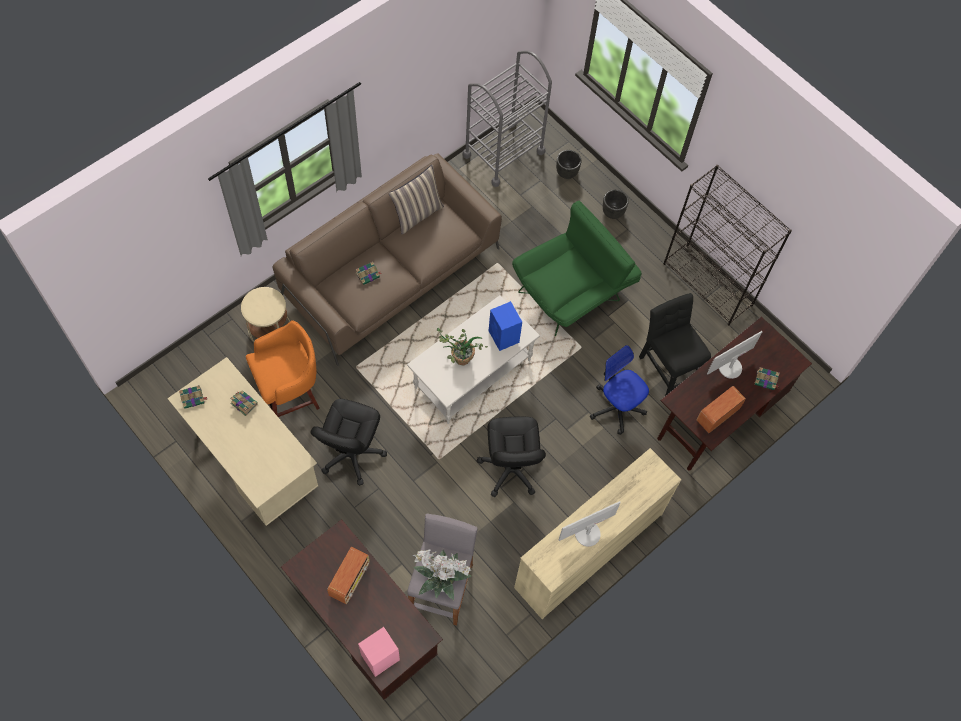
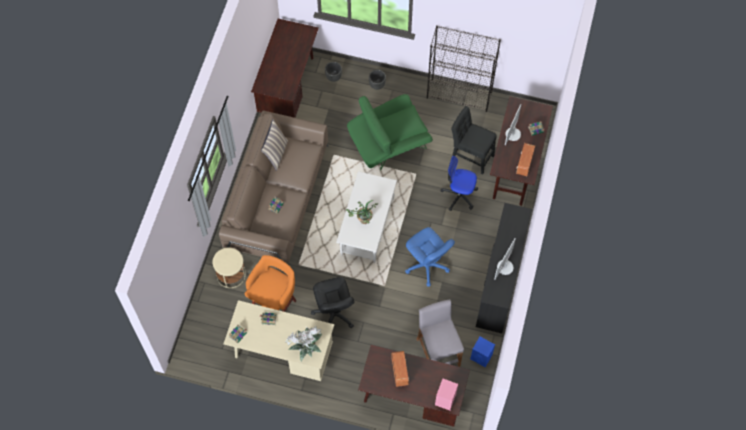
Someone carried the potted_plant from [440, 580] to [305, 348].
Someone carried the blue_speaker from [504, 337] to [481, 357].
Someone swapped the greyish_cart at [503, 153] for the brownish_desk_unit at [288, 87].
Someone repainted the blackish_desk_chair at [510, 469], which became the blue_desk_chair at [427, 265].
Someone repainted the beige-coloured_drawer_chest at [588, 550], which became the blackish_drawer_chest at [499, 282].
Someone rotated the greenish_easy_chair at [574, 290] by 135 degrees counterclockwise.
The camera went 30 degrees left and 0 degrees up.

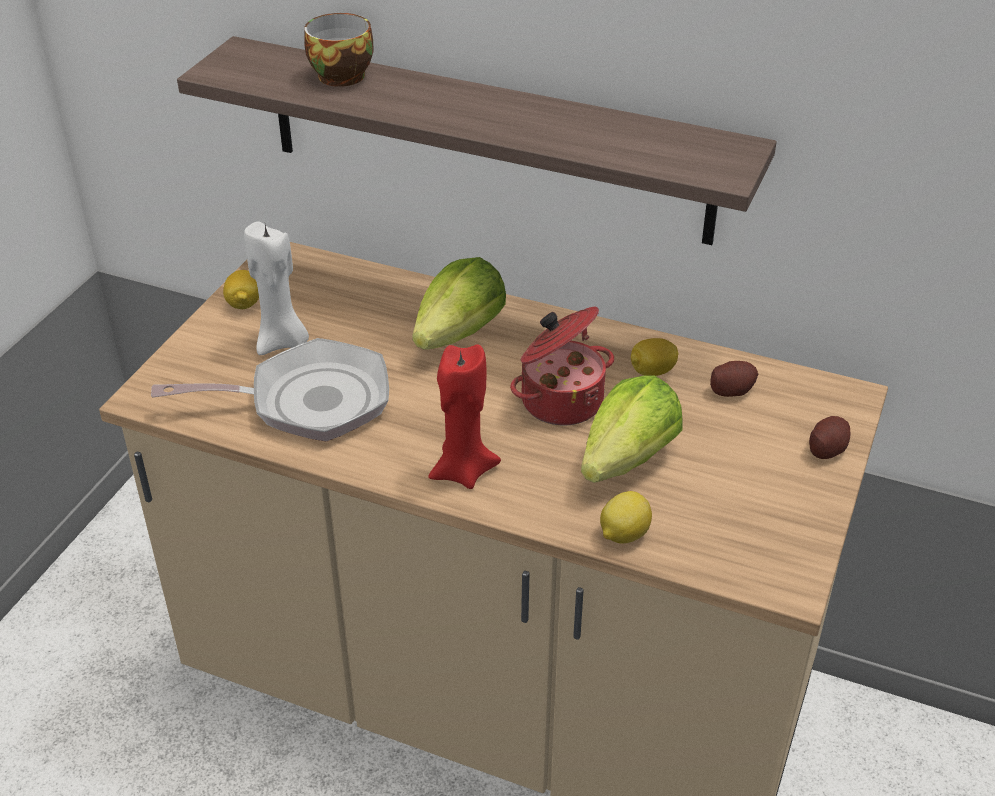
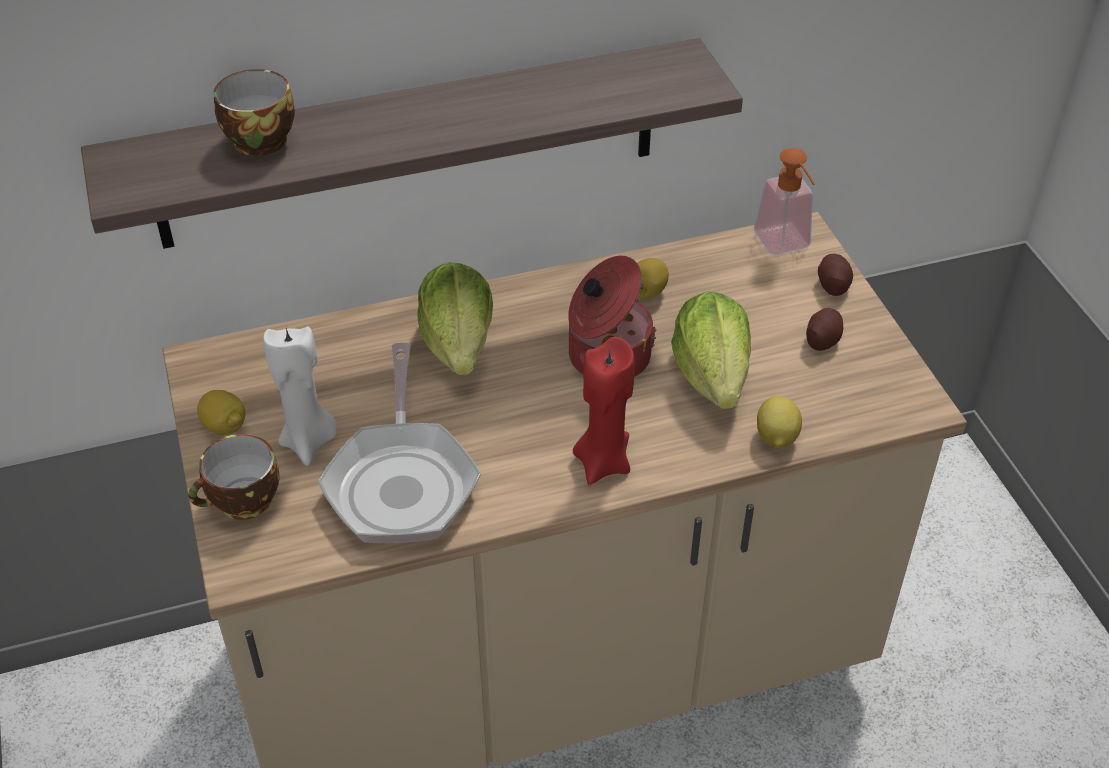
Someone put down the cup at [243, 503].
Someone put down the liquid_soap_bottle at [785, 246].
Someone carried the spud from [732, 390] to [822, 340].
Someone rotated the frying_pan at [308, 401] by 135 degrees clockwise.
The camera went 40 degrees left and 5 degrees up.

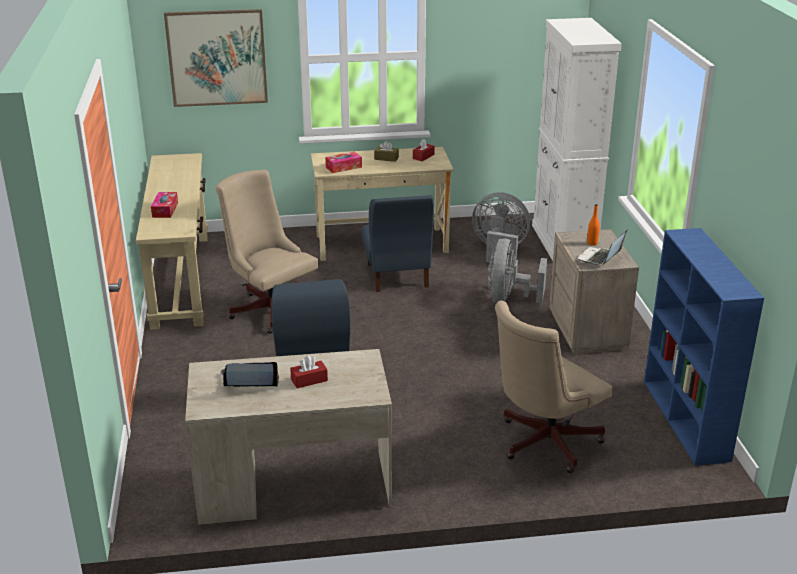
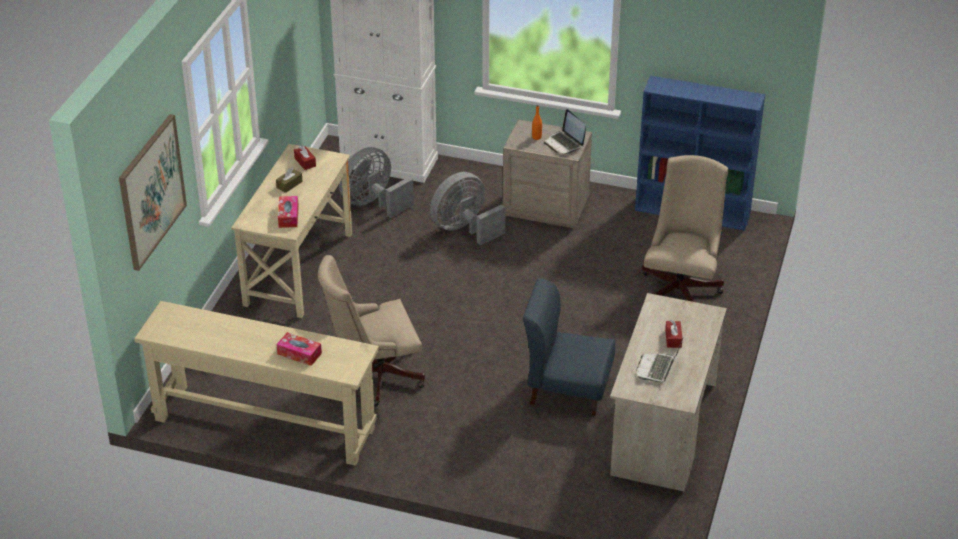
Someone took away the blue_chair at [397, 275].
Someone rotated the greyish_cooling_fan at [509, 299] by 105 degrees clockwise.
Someone rotated the beige-coloured_desk_chair at [543, 443] by 150 degrees counterclockwise.
The camera went 65 degrees left and 10 degrees up.

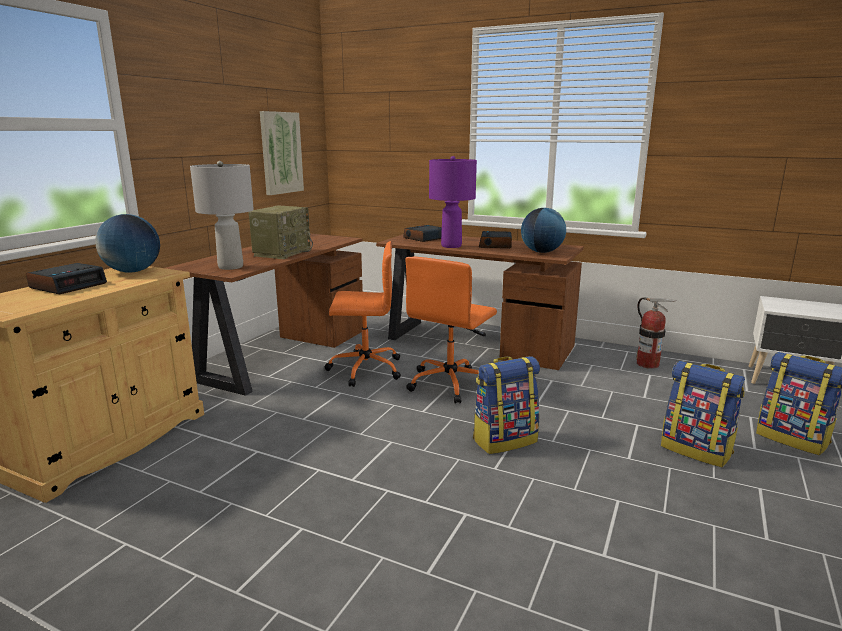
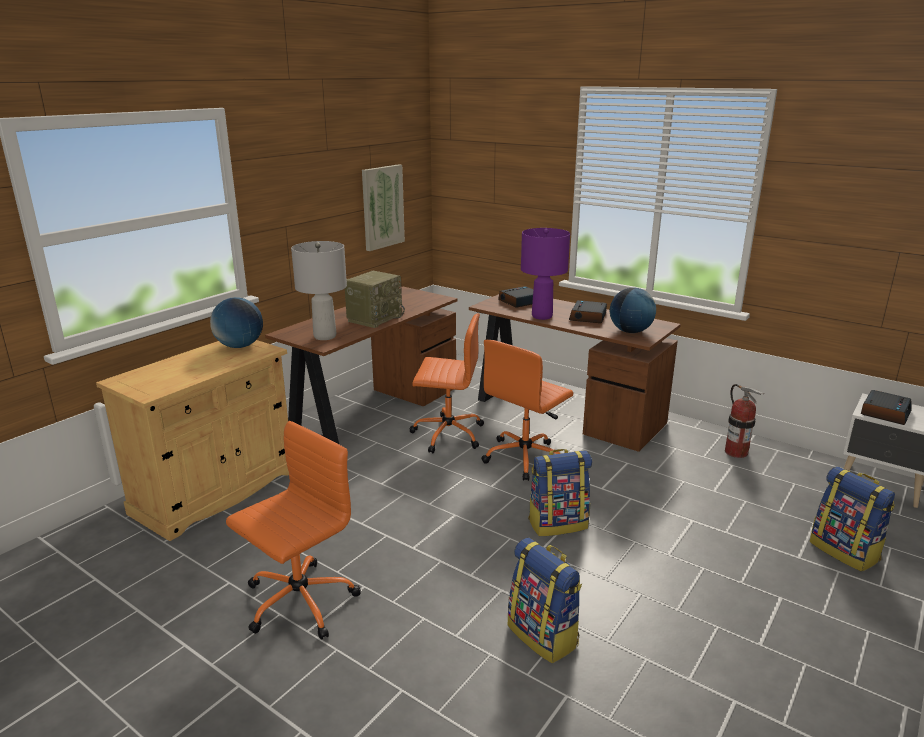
Someone put down the orange-coloured_desk_chair at [298, 602].
Someone carried the bedside_clock from [69, 285] to [884, 412].
Someone carried the backpack from [696, 450] to [544, 635].
The camera went 10 degrees right and 5 degrees up.

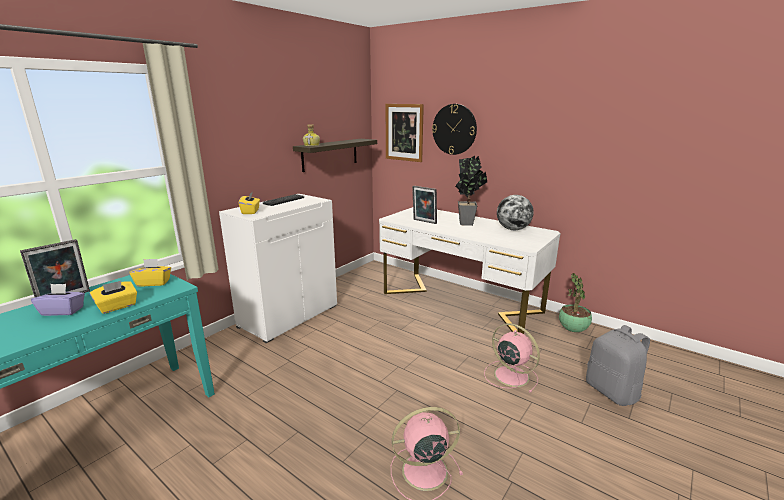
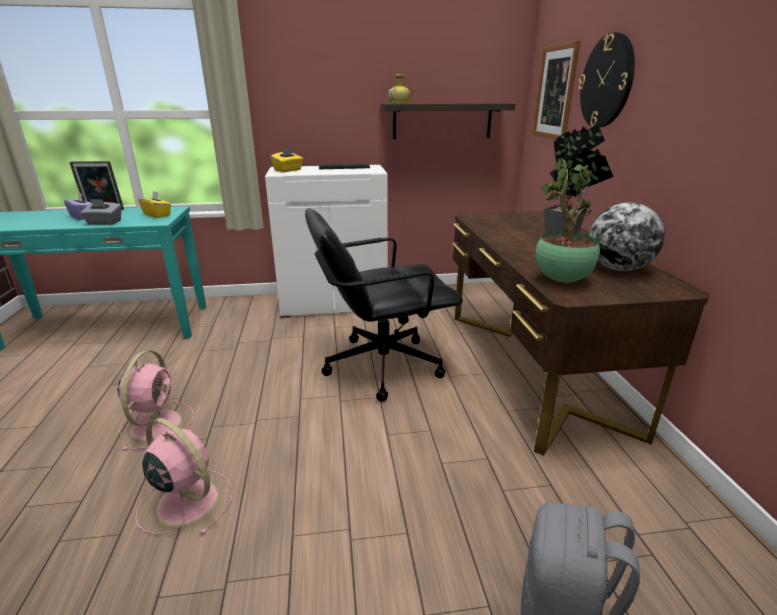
Someone took away the photo_frame at [424, 222].
Someone put down the blackish_desk_chair at [381, 365].
Someone carried the pink_cooling_fan from [510, 375] to [157, 423].
Someone carried the potted_plant from [573, 330] to [561, 280].
Someone repainted the yellow-coloured_tissue_holder at [117, 306], which became the greyish_tissue_holder at [104, 223].
Someone repainted the white_desk_unit at [460, 302], which became the brownish_desk_unit at [532, 367].
The camera went 45 degrees right and 5 degrees up.

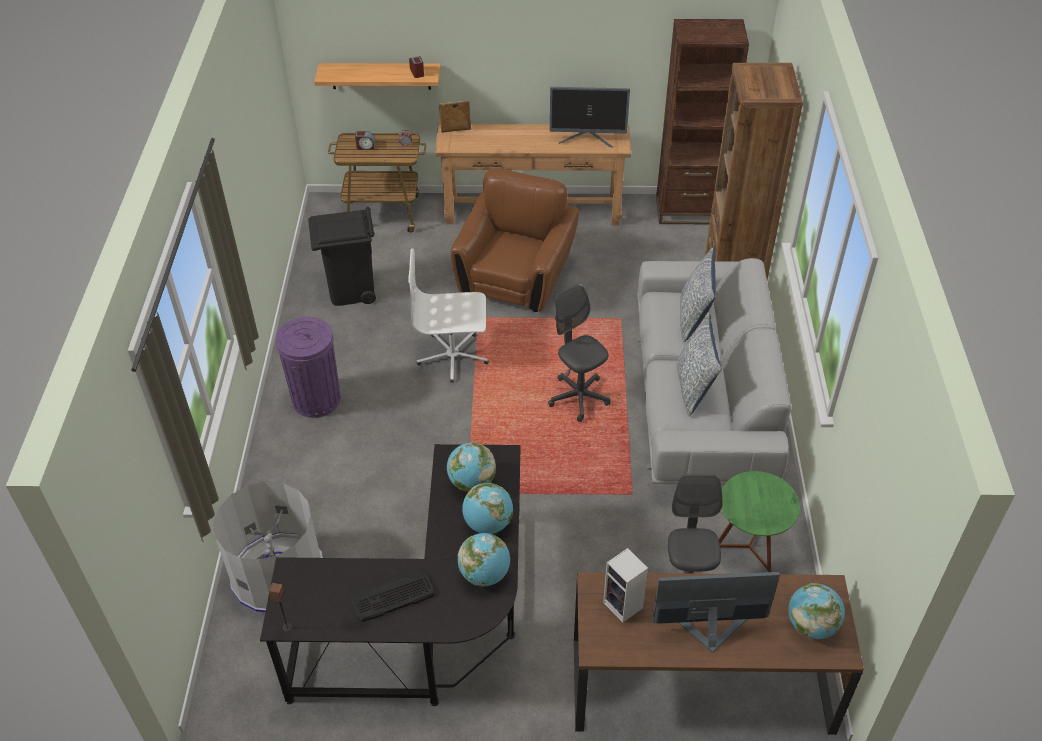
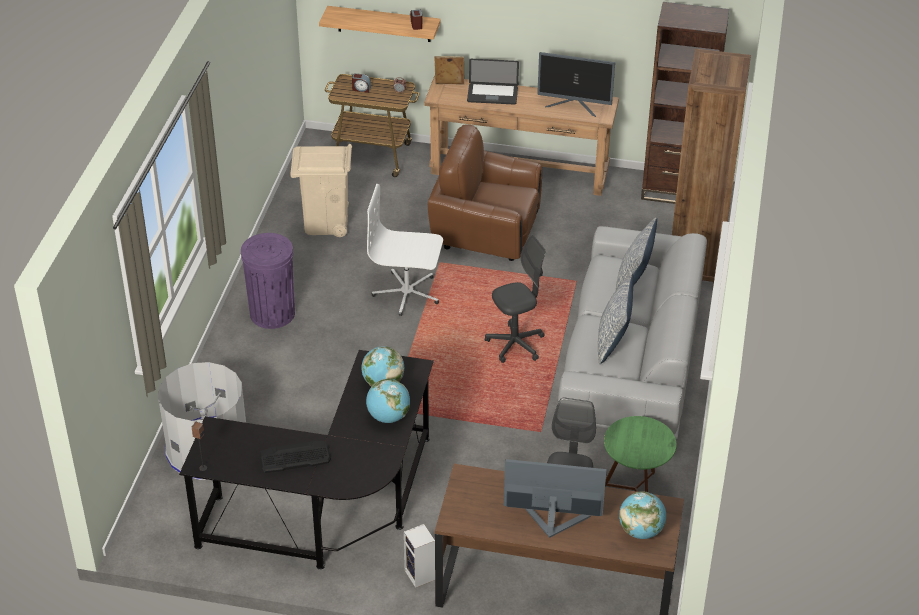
Someone took away the world_globe at [485, 574].
Someone put down the laptop at [492, 95].
Someone carried the speaker from [624, 606] to [421, 575].
Someone repainted the blackish_rubbish_bin at [351, 290], which became the beige-coloured_rubbish_bin at [325, 223].
Someone rotated the brownish_easy_chair at [516, 278] by 105 degrees counterclockwise.
Someone rotated the greyish_desk_chair at [578, 397] by 90 degrees clockwise.
The camera went 10 degrees right and 5 degrees down.

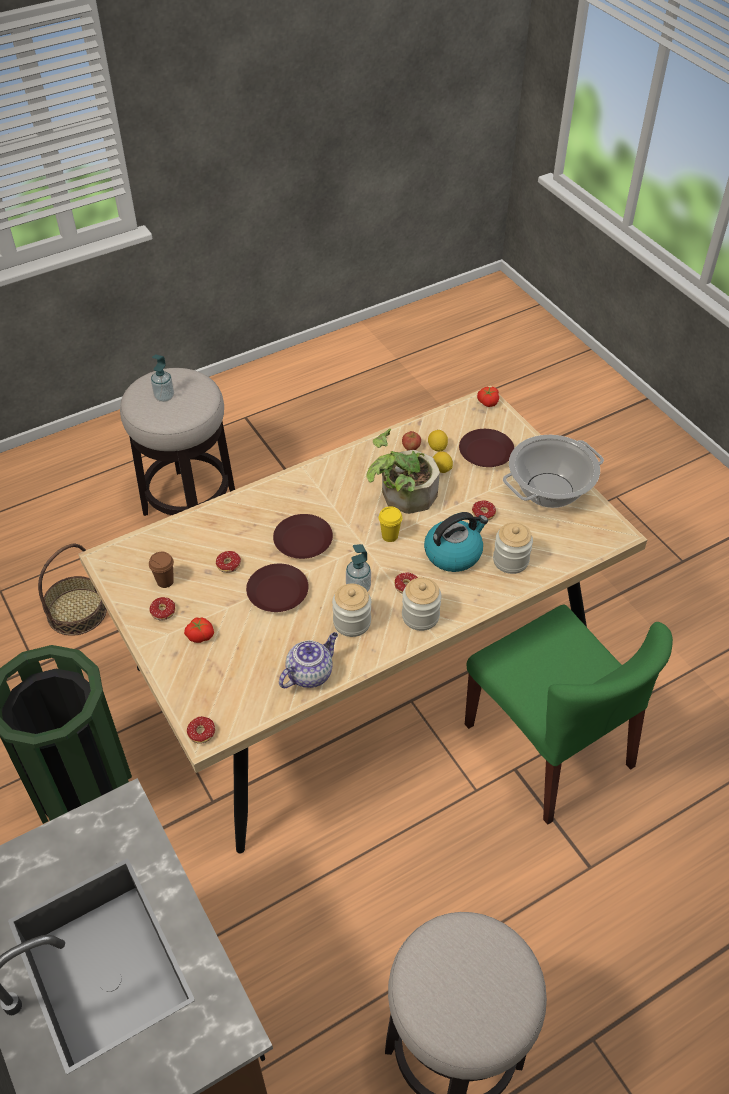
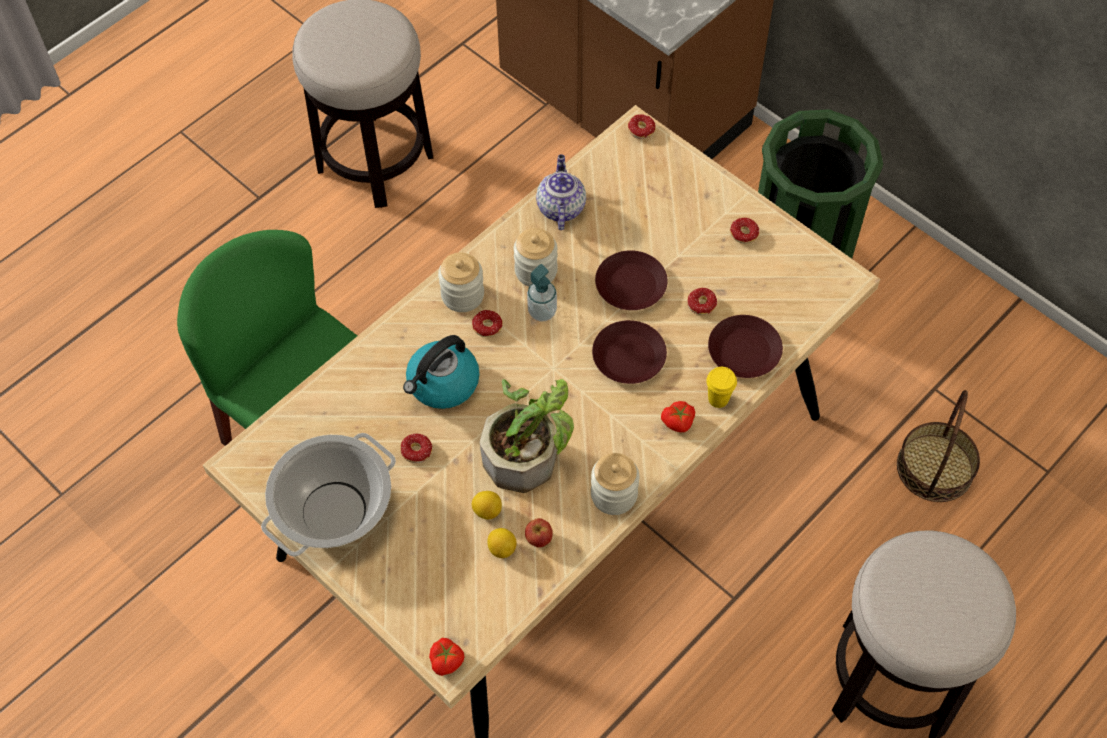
Someone took away the brownish_cup at [165, 581].
Someone took away the liquid_soap_bottle at [164, 397].
Someone carried the fresh_tomato from [200, 635] to [678, 422].
Someone carried the yellow-coloured_cup from [390, 536] to [718, 399].
Someone carried the brownish_flat_dish from [486, 453] to [743, 350].
Someone carried the storage_jar from [510, 560] to [614, 495].
Someone rotated the teapot at [310, 673] by 150 degrees clockwise.
The camera went 165 degrees right and 10 degrees up.

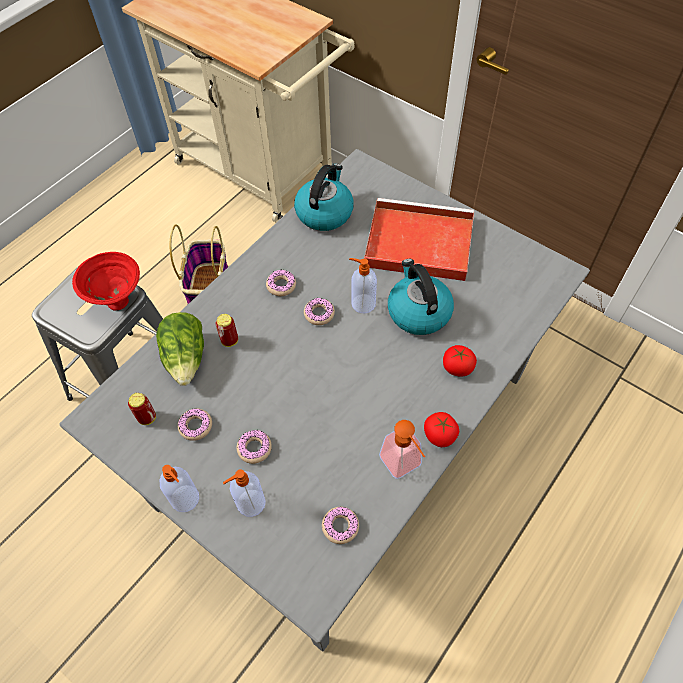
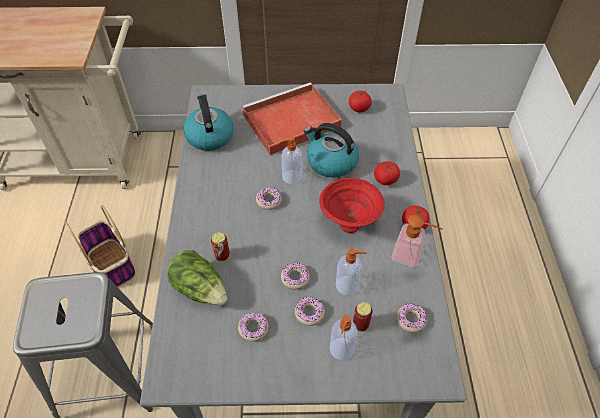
Someone put down the fresh_tomato at [359, 108].
Someone carried the red-coloured_serving_bowl from [117, 300] to [348, 224].
Someone carried the sealed_can from [147, 418] to [360, 325].
Someone carried the liquid_soap_bottle from [186, 499] to [348, 285].
Someone carried the donut from [281, 285] to [295, 278].
The camera went 40 degrees left and 5 degrees down.

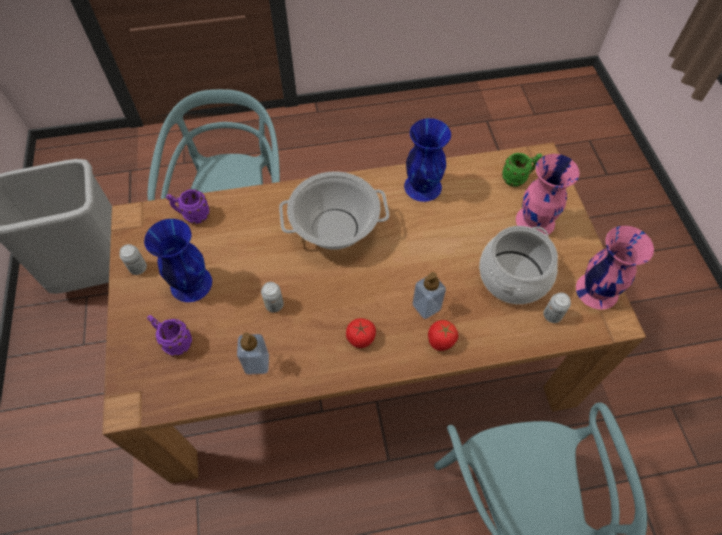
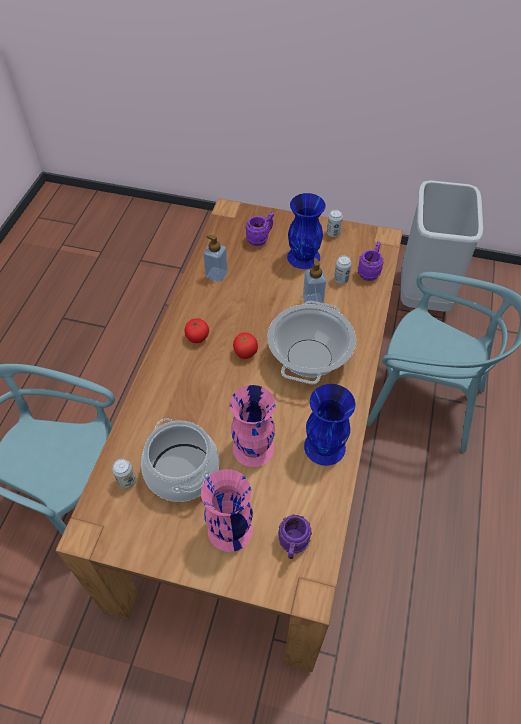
Someone carried the sealed_can from [274, 305] to [341, 279].
Someone carried the liquid_soap_bottle from [426, 306] to [313, 300].
Someone carried the fresh_tomato from [440, 341] to [245, 353].
Someone carried the pink_vase from [596, 290] to [254, 448].
Someone repainted the greenish_tea_mug at [517, 178], which became the purplish_tea_mug at [293, 546].
The camera went 115 degrees right and 5 degrees down.

